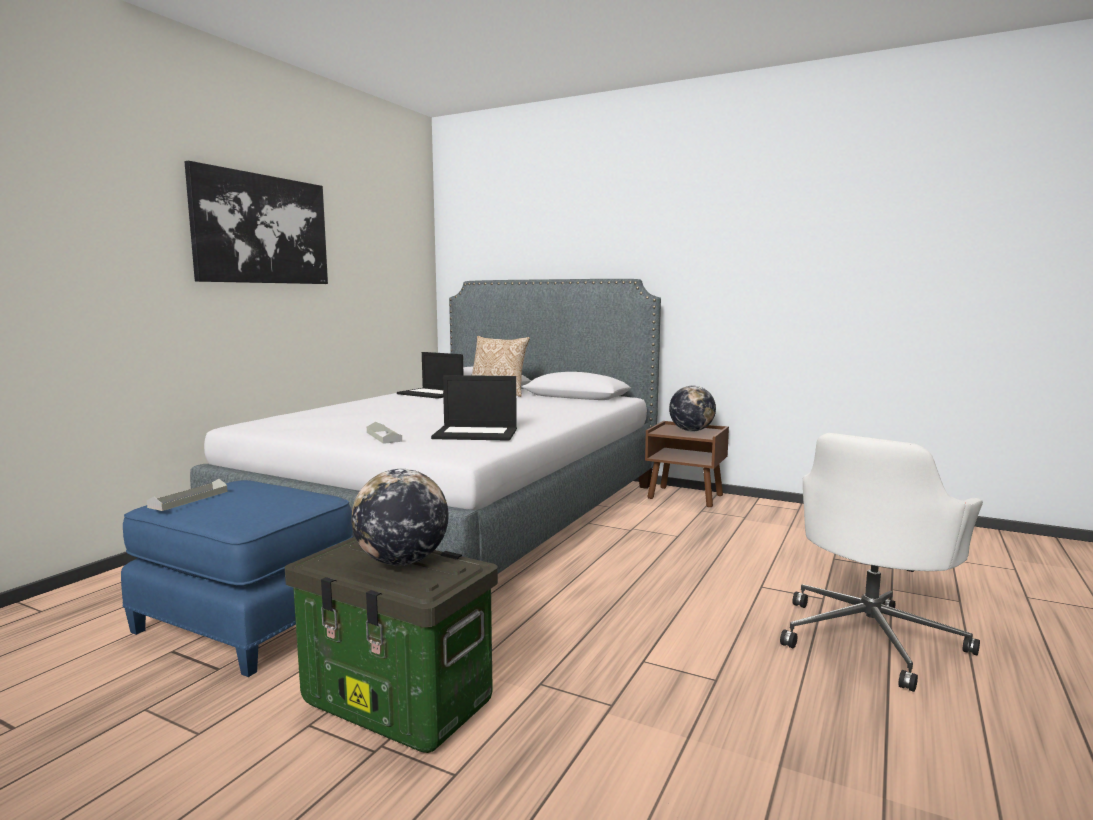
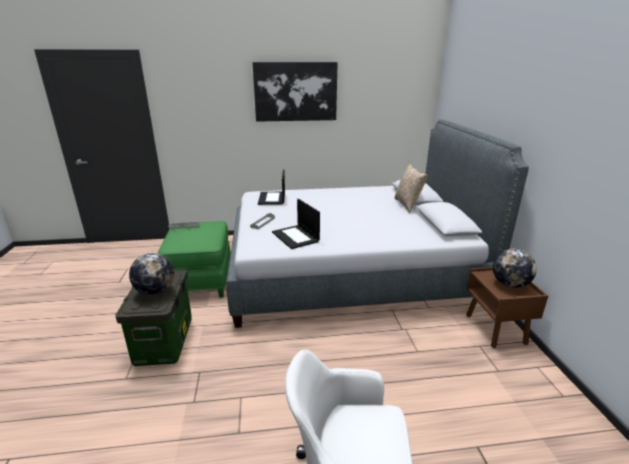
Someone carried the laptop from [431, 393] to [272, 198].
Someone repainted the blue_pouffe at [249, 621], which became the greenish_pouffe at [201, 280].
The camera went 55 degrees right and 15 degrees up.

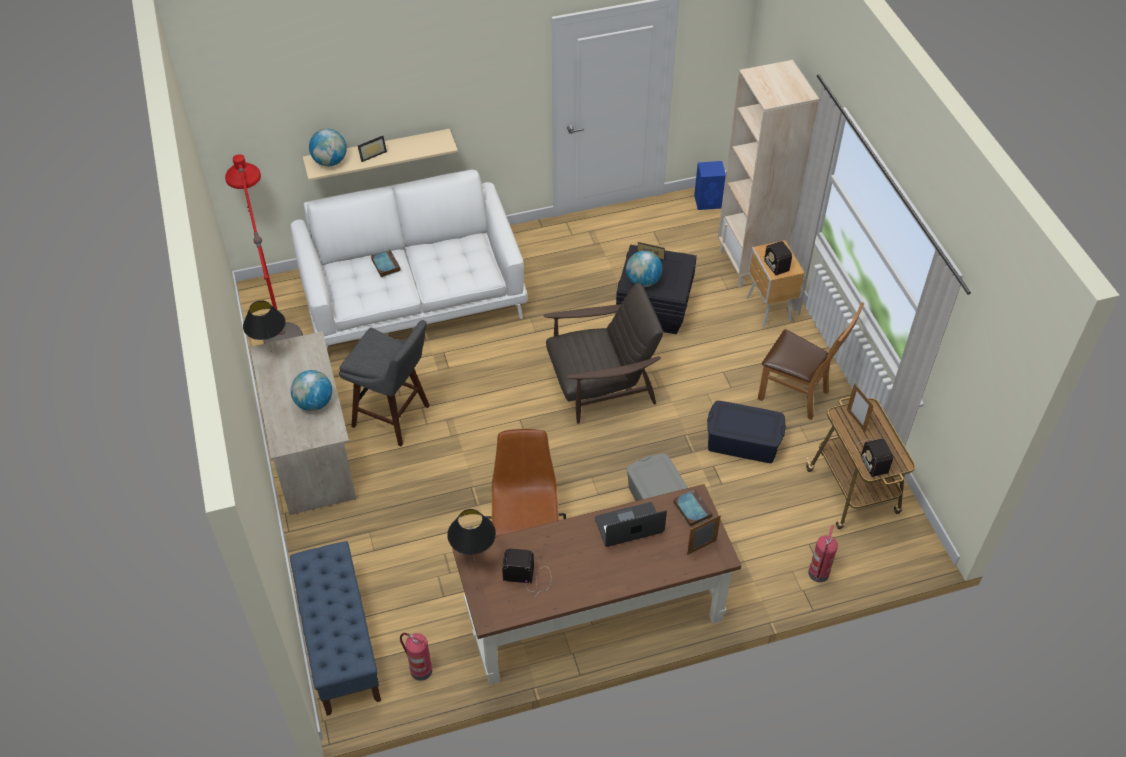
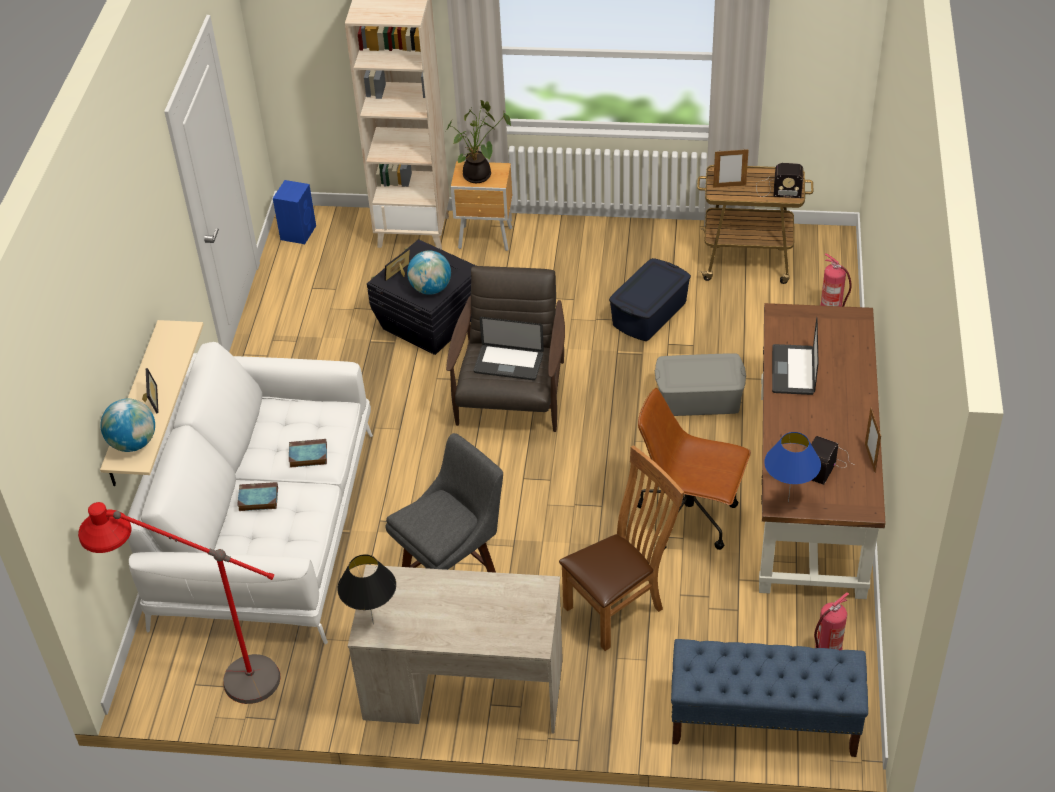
Someone took away the world_globe at [314, 403].
Someone put down the laptop at [508, 363].
Someone carried the volume from [691, 509] to [307, 456].
Someone carried the photo_frame from [701, 547] to [870, 458].
Someone carried the brownish_chair from [798, 396] to [619, 607].
Someone swapped the radio_set at [774, 259] for the potted_plant at [478, 177].
Someone repainted the blackish_table_lamp at [474, 560], which became the blue_table_lamp at [788, 501].
The camera went 65 degrees left and 5 degrees down.

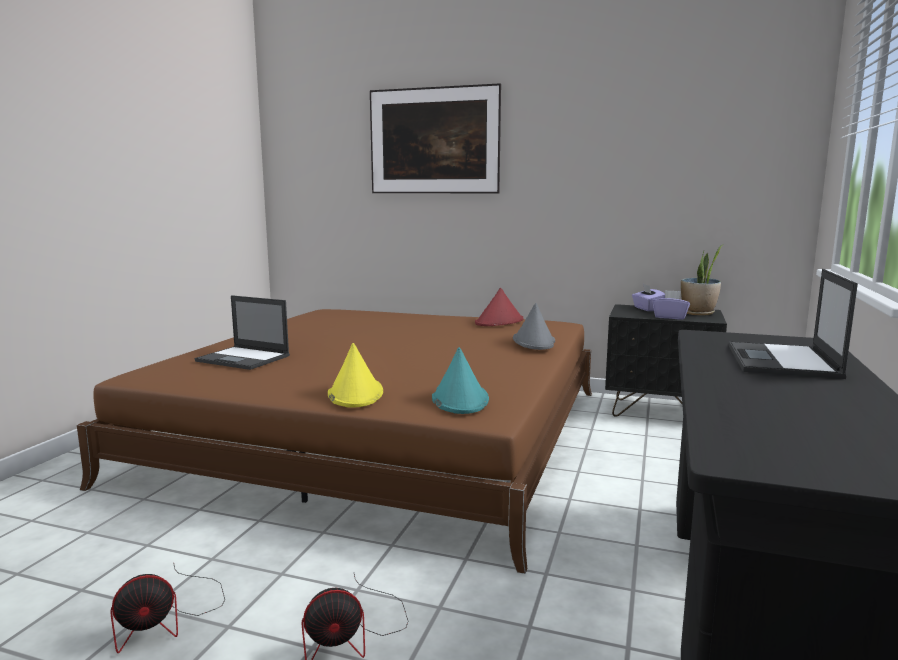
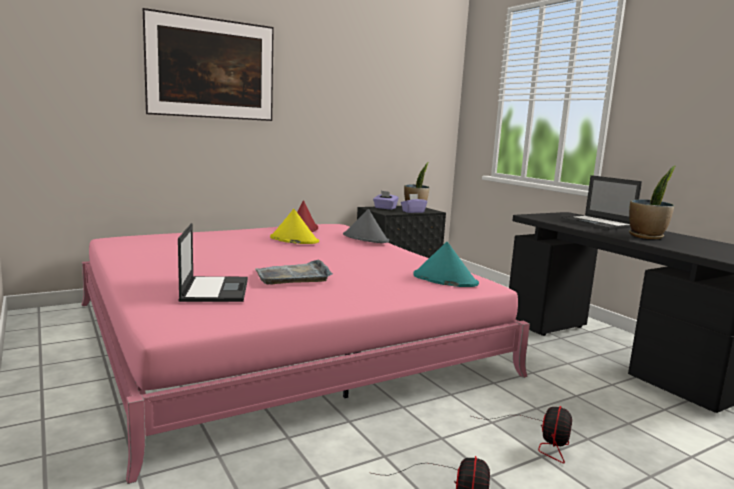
Someone put down the greyish_tray at [293, 276].
Someone put down the potted_plant at [646, 236].
Someone carried the yellow-coloured_hat from [355, 394] to [293, 240].
Someone repainted the brownish_bed at [383, 433], which became the pink_bed at [279, 337].
Someone rotated the laptop at [244, 358] by 75 degrees counterclockwise.
The camera went 50 degrees left and 0 degrees up.

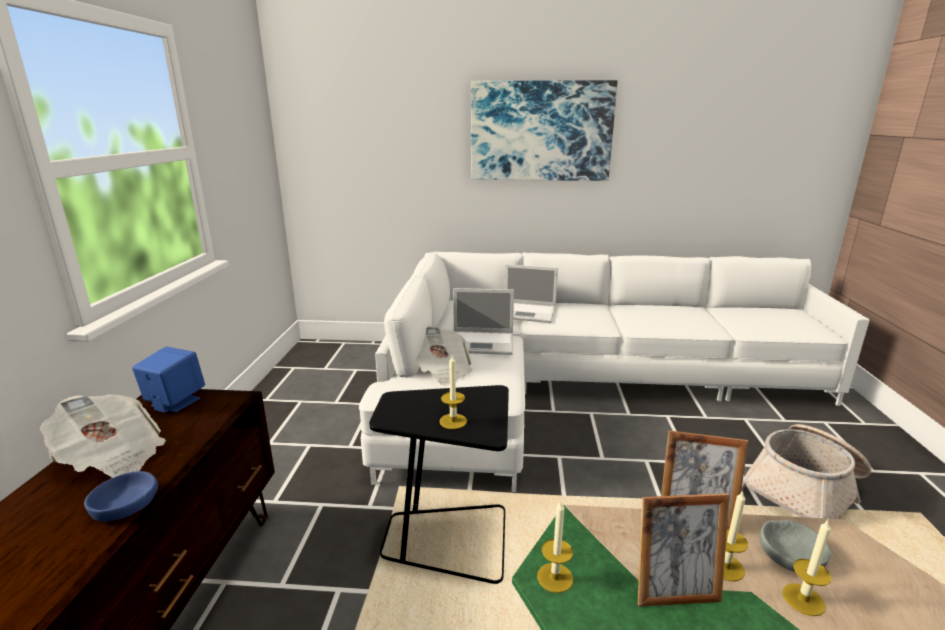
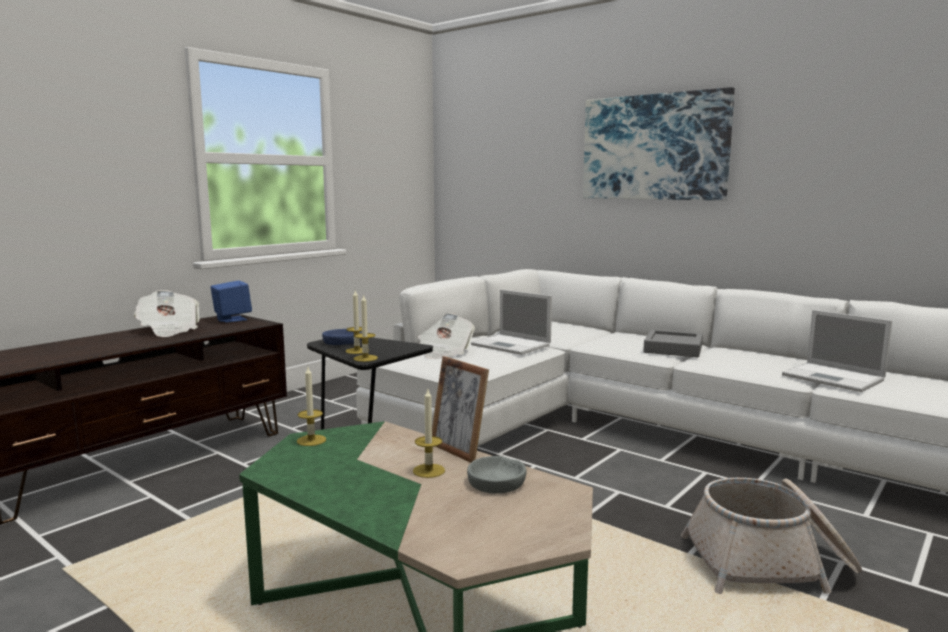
Someone took away the photo_frame at [674, 593].
Someone put down the greyish_tray at [673, 349].
Someone carried the blue_serving_bowl from [125, 503] to [342, 342].
Someone carried the laptop from [528, 313] to [834, 378].
Someone carried the wax_light from [803, 599] to [365, 358].
The camera went 35 degrees right and 10 degrees down.

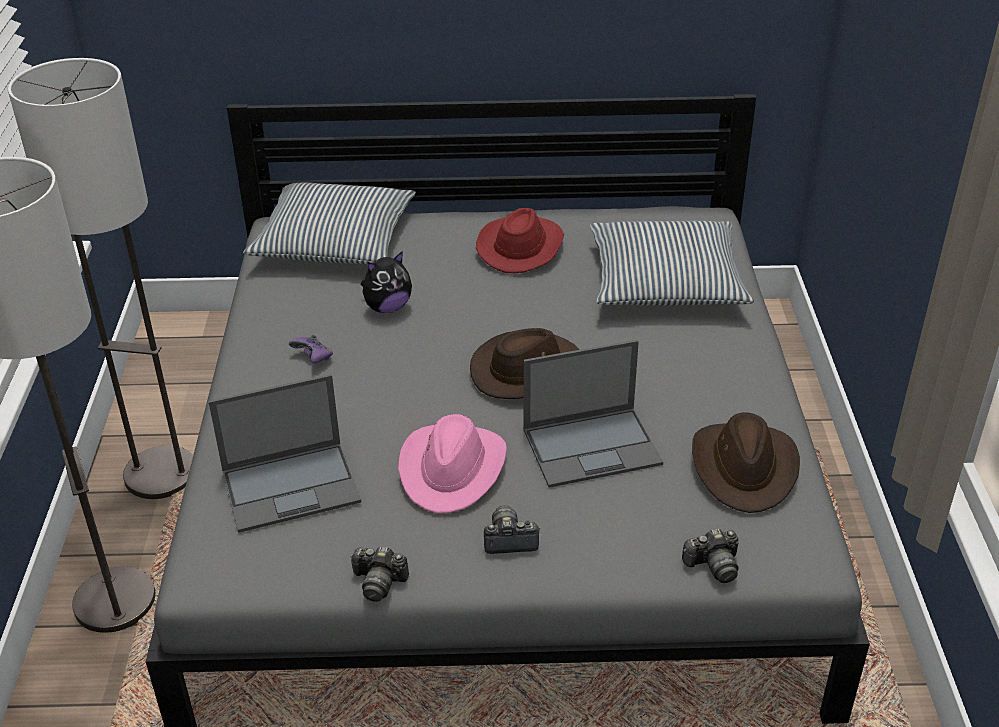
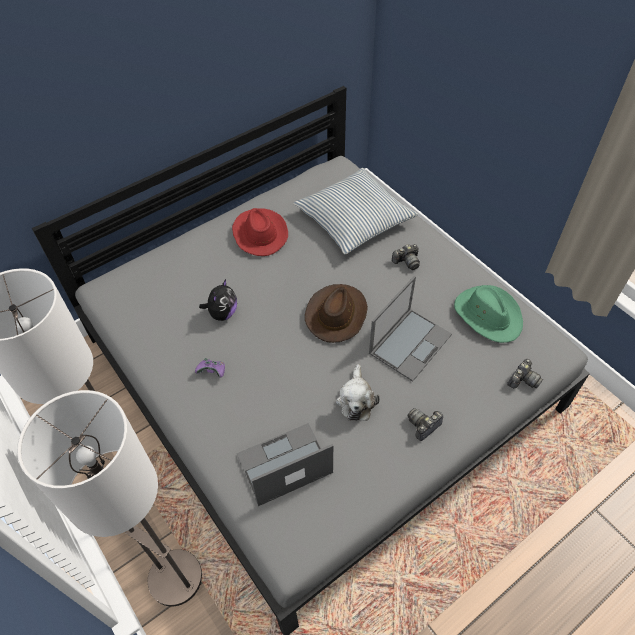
Someone took away the throw_pillow at [334, 241].
Someone carried the still_camera from [379, 582] to [407, 262].
Someone swapped the pink_hat at [452, 469] for the cuddly_toy at [356, 400].
Someone repainted the brownish_hat at [744, 468], which became the greenish_hat at [488, 315].
Someone rotated the laptop at [292, 486] by 150 degrees counterclockwise.
The camera went 35 degrees left and 15 degrees up.

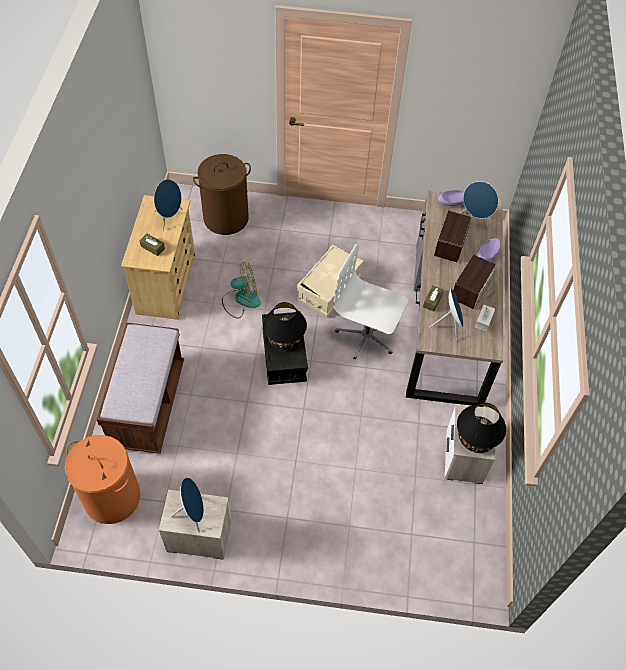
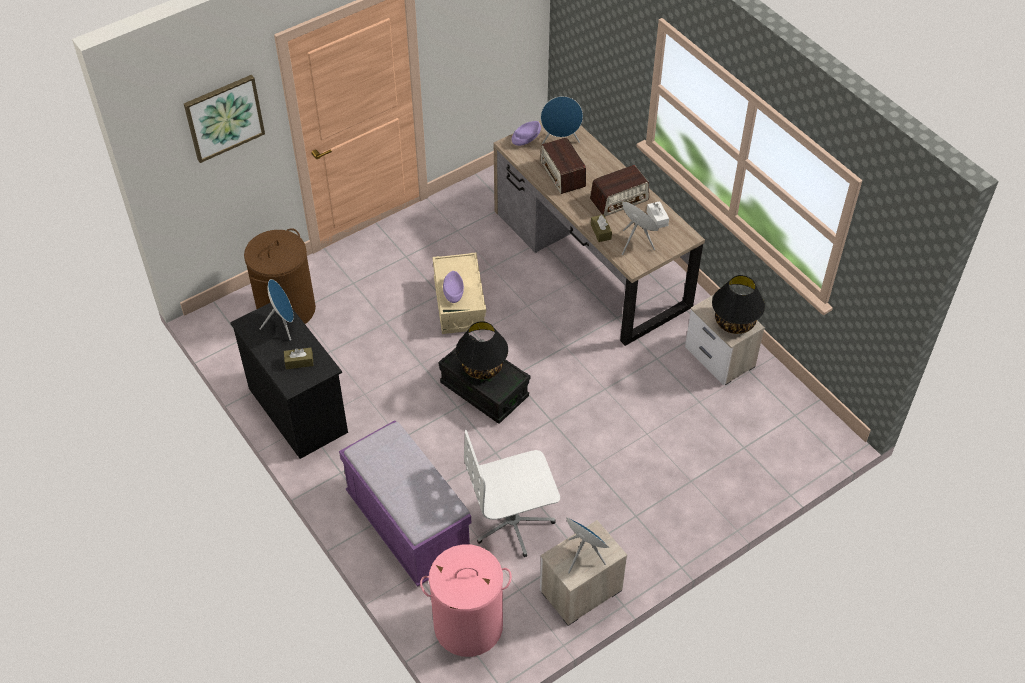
Someone took away the cooling_fan at [241, 300].
Someone put up the wall_art at [224, 117].
Someone carried the white_desk_chair from [367, 336] to [513, 522].
Someone carried the purplish_serving_bowl from [487, 254] to [453, 292].
Someone repainted the orange-coloured_hamper at [111, 497], which became the pink_hamper at [468, 626].
Someone repainted the brownish_indoor_bench at [148, 405], which became the purplish_indoor_bench at [408, 526].
Someone repainted the beige-coloured_drawer_chest at [166, 283], which became the blackish_drawer_chest at [297, 409].
Someone rotated the radio_set at [471, 288] by 75 degrees clockwise.
The camera went 40 degrees left and 5 degrees down.

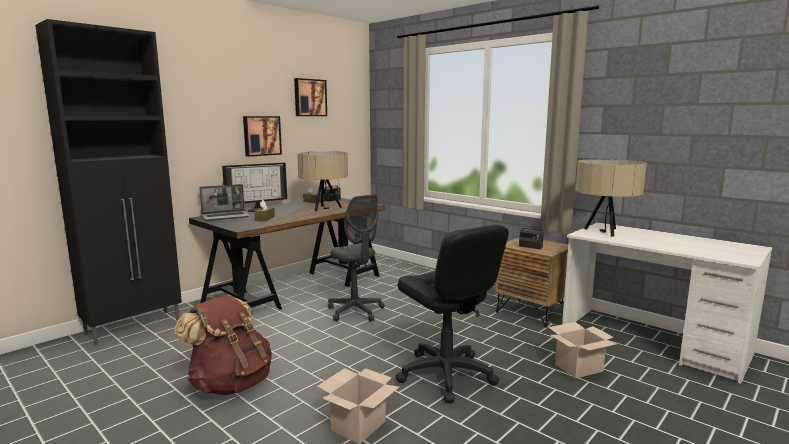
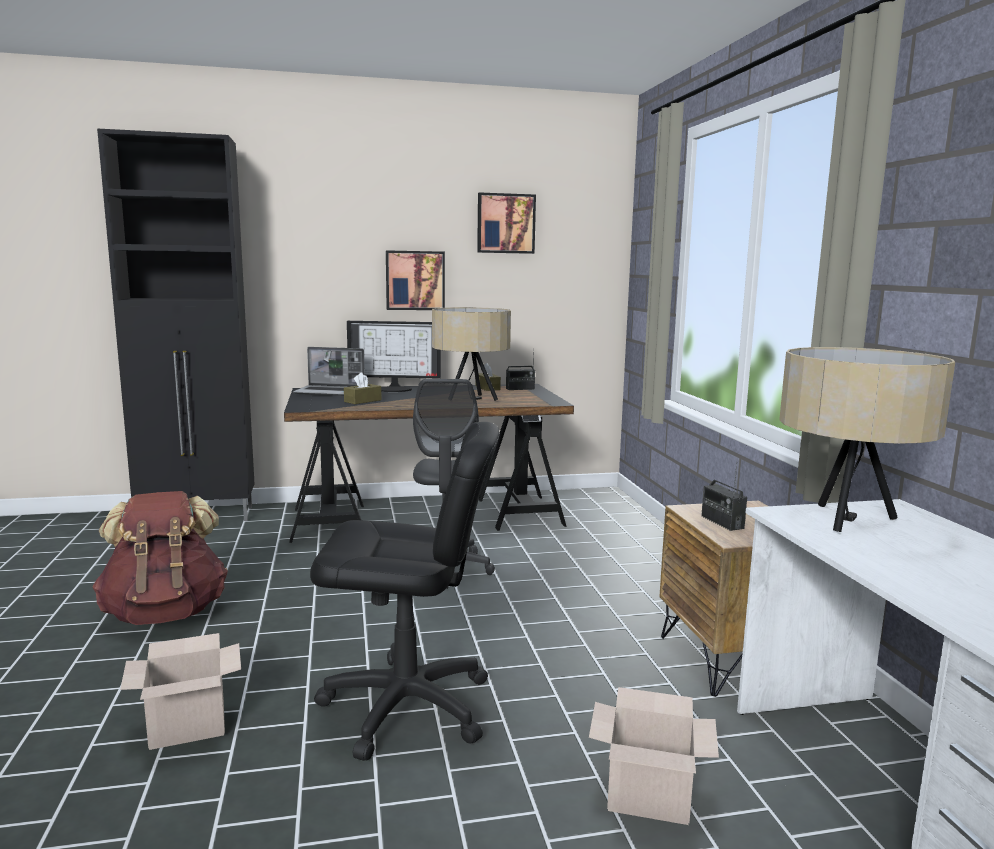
Someone rotated the blackish_desk_chair at [446, 375] by 90 degrees counterclockwise.
The camera went 35 degrees right and 0 degrees up.

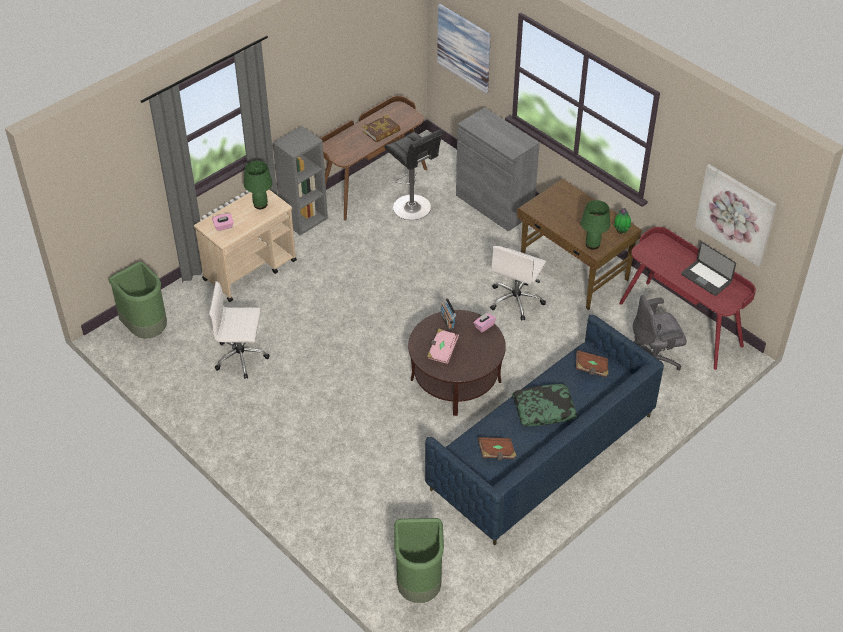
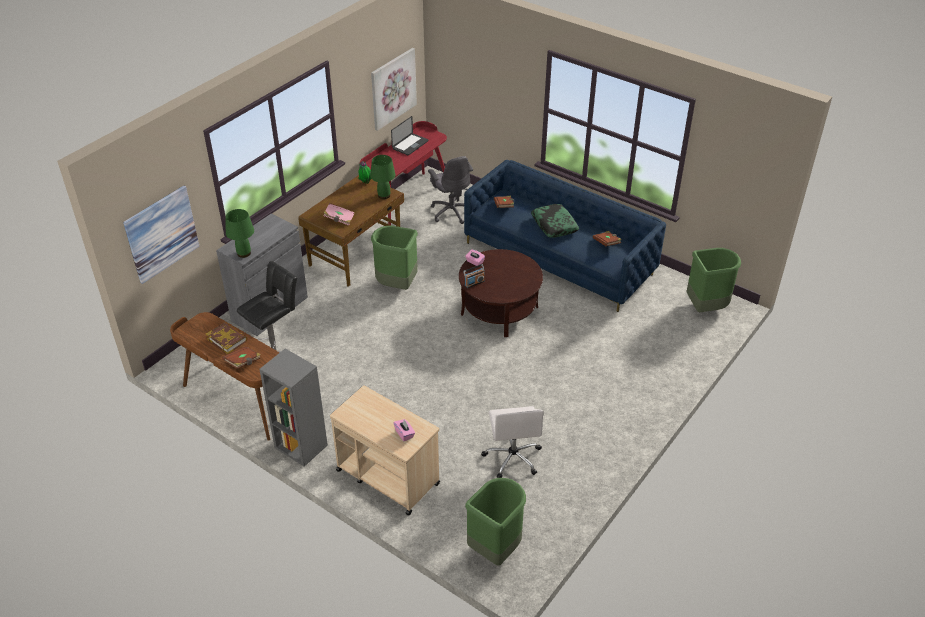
Someone put down the brownish_volume at [243, 362].
Someone carried the greenish_table_lamp from [260, 204] to [244, 253].
Someone carried the pink_volume from [442, 351] to [339, 219].
Someone swapped the white_desk_chair at [516, 300] for the greenish_rubbish_bin at [397, 285].
The camera went 100 degrees left and 5 degrees down.

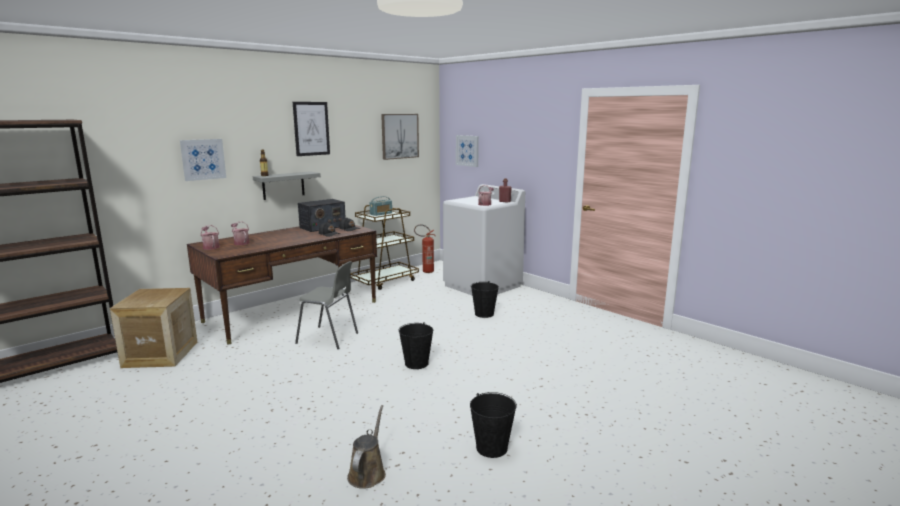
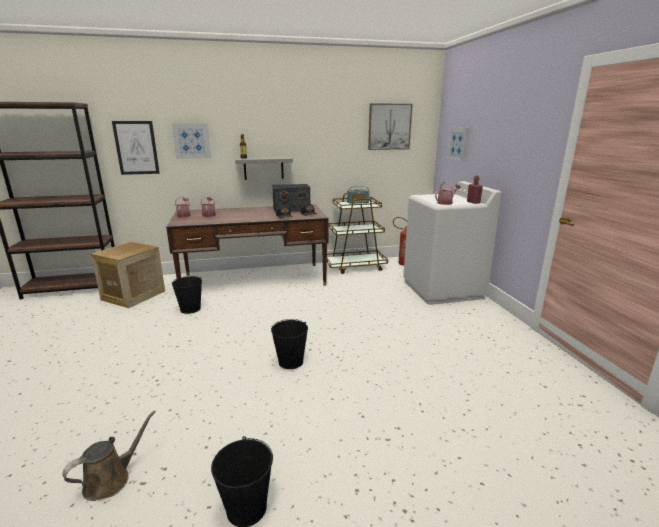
Someone took away the greyish_chair at [329, 338].
Someone carried the wall_art from [311, 128] to [136, 148].
Someone carried the blackish_bucket from [484, 314] to [190, 309].
The camera went 30 degrees right and 5 degrees up.

